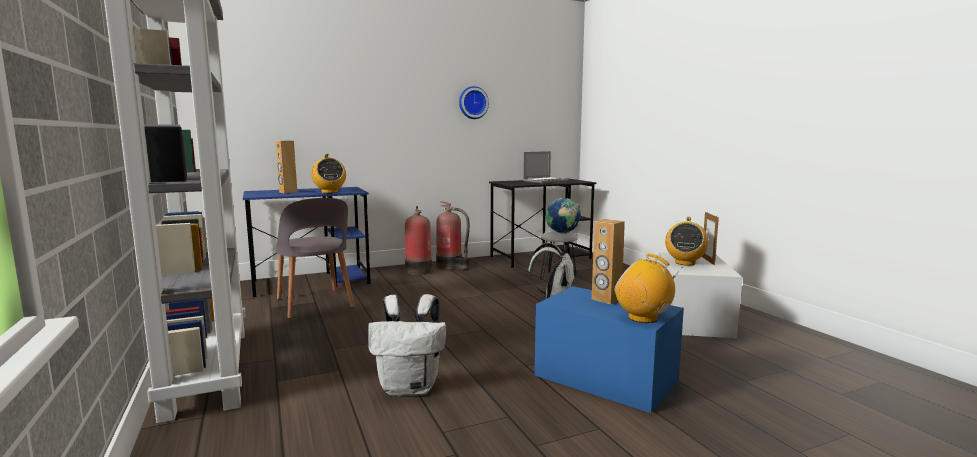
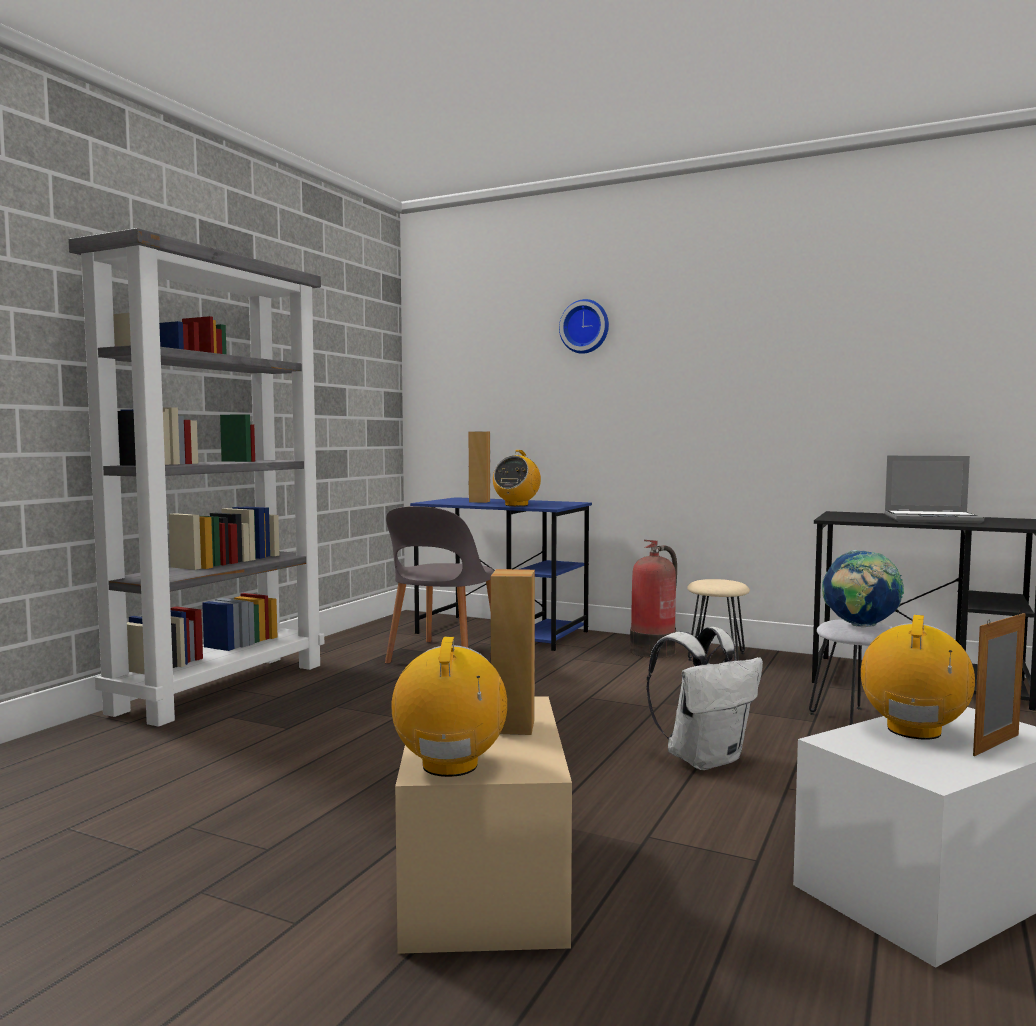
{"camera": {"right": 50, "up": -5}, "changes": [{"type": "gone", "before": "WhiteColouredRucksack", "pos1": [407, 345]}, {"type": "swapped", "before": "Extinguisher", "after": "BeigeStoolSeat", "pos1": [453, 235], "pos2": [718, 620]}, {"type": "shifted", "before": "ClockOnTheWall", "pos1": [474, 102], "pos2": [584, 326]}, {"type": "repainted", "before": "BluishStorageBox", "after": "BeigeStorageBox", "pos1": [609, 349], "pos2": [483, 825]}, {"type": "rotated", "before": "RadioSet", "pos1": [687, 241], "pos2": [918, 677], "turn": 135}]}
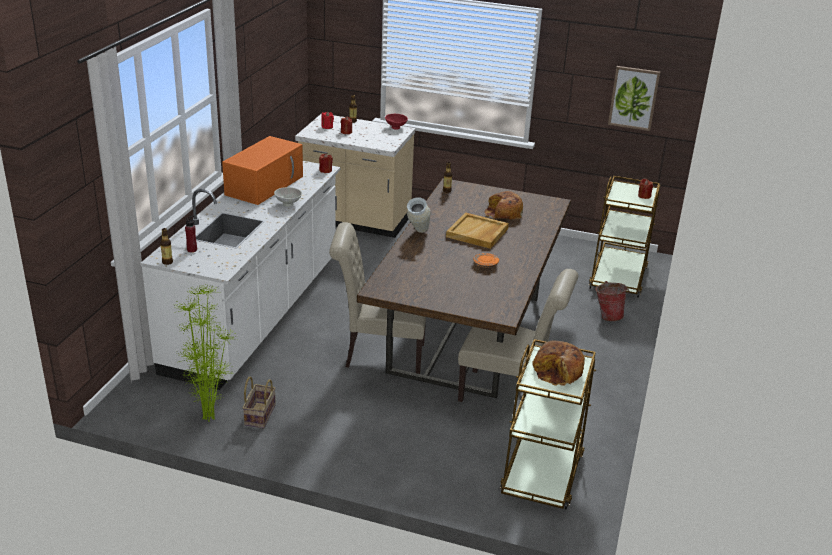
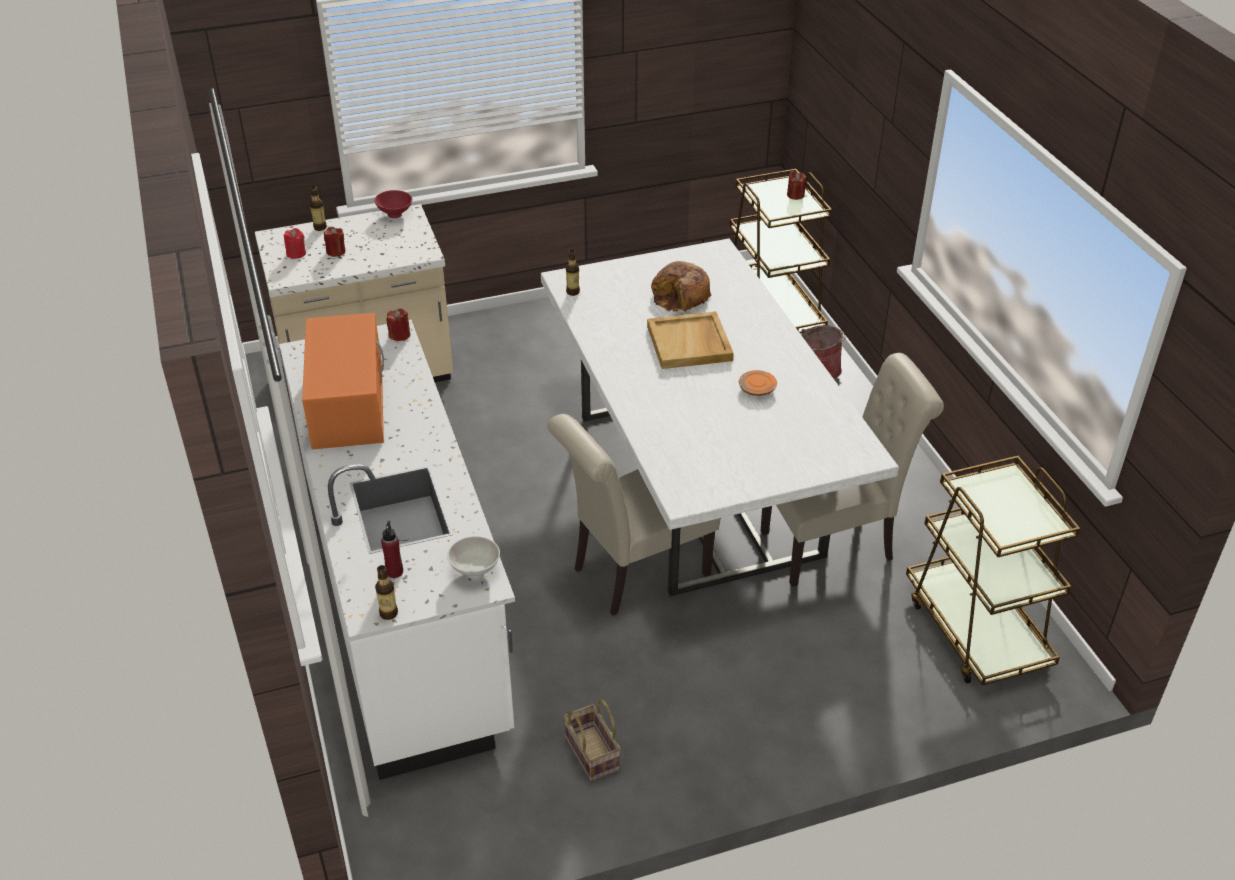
{"camera": {"right": -35, "up": 10}, "changes": [{"type": "gone", "before": "Houseplant", "pos1": [204, 353]}, {"type": "shifted", "before": "WhiteColouredServingBowl", "pos1": [288, 197], "pos2": [473, 557]}, {"type": "repainted", "before": "BrownishDinnerTable", "after": "WhiteColouredDinnerTable", "pos1": [464, 288], "pos2": [720, 417]}, {"type": "gone", "before": "DecorativeVase", "pos1": [419, 215]}, {"type": "gone", "before": "BakedBread", "pos1": [558, 363]}, {"type": "gone", "before": "Picture", "pos1": [634, 98]}]}
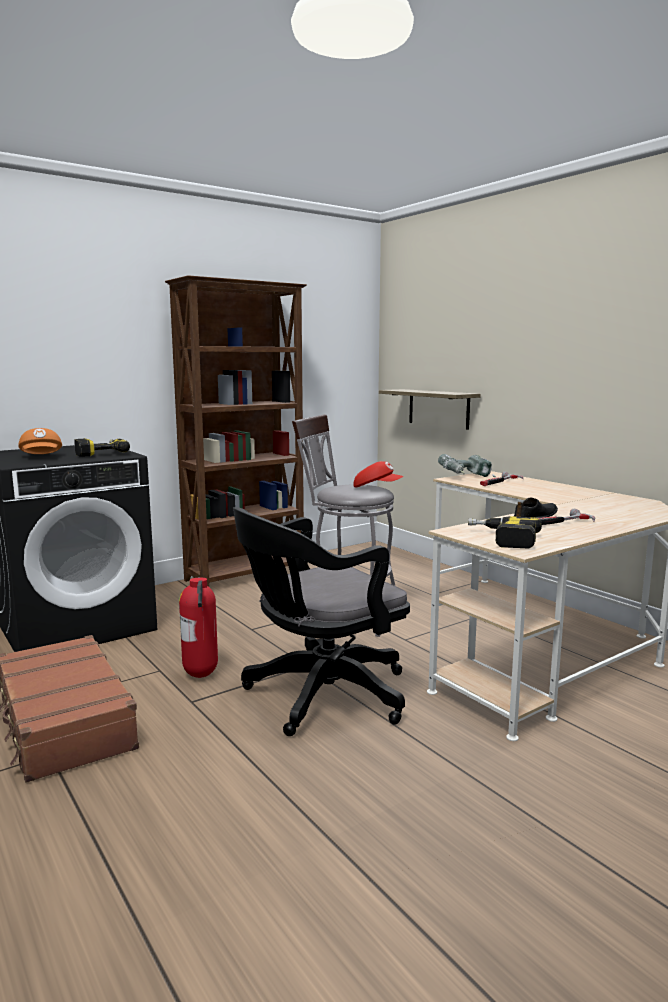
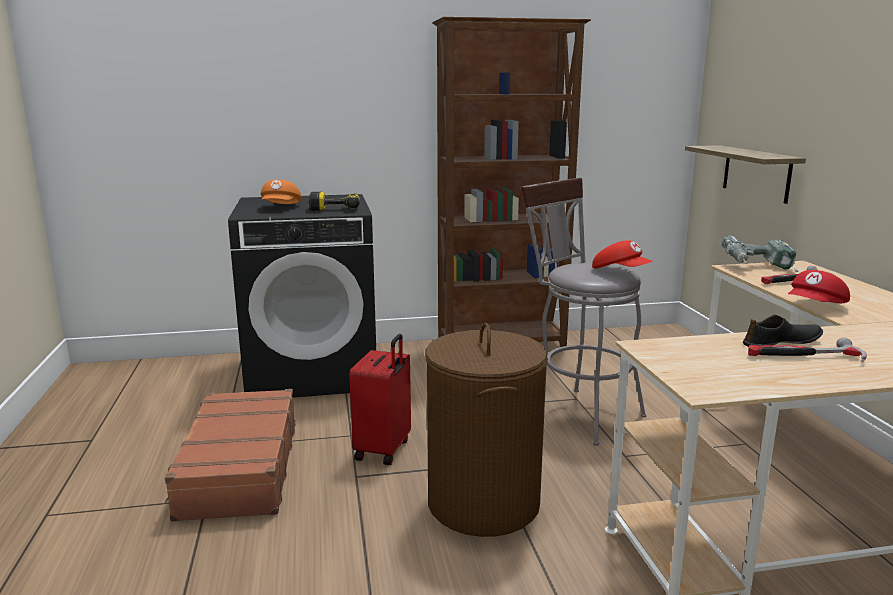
{"camera": {"right": 25, "up": 5}, "changes": [{"type": "swapped", "before": "Extinguisher", "after": "RedSuitcase", "pos1": [198, 627], "pos2": [380, 399]}, {"type": "swapped", "before": "BlackColouredComputerChair", "after": "BrownishHamper", "pos1": [321, 621], "pos2": [486, 430]}, {"type": "gone", "before": "ElectricDrill", "pos1": [505, 532]}, {"type": "new", "after": "RedCap", "pos2": [819, 286]}]}
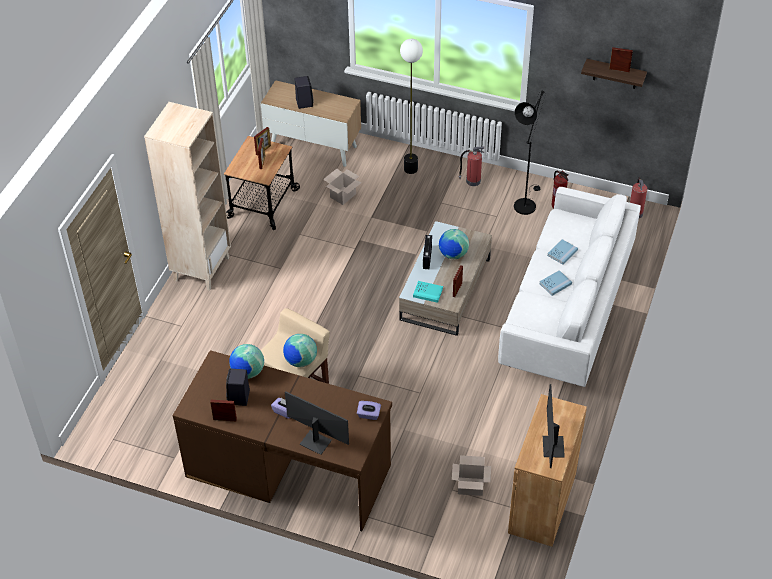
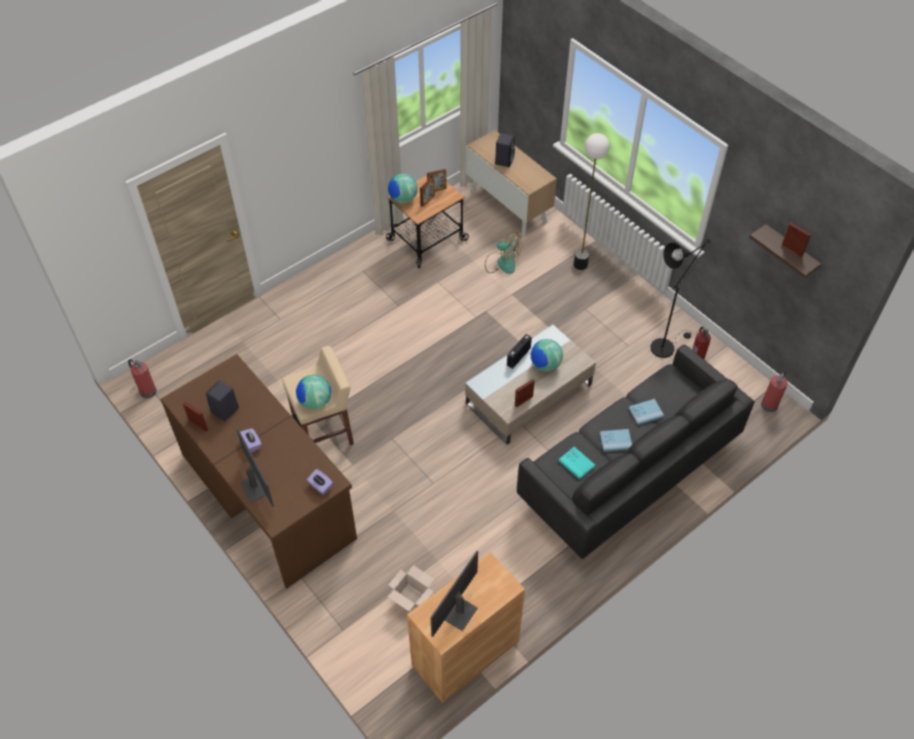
{"camera": {"right": 30, "up": 5}, "changes": [{"type": "gone", "before": "BeigeBookcase", "pos1": [187, 196]}, {"type": "shifted", "before": "DeskGlobe", "pos1": [246, 361], "pos2": [402, 189]}, {"type": "swapped", "before": "Carton", "after": "Fan", "pos1": [342, 187], "pos2": [503, 253]}, {"type": "shifted", "before": "TurquoiseBoundBook", "pos1": [428, 292], "pos2": [577, 463]}, {"type": "shifted", "before": "Extinguisher", "pos1": [471, 166], "pos2": [142, 378]}, {"type": "repainted", "before": "WhiteColouredCouch", "after": "BlackColouredCouch", "pos1": [569, 287], "pos2": [636, 452]}]}
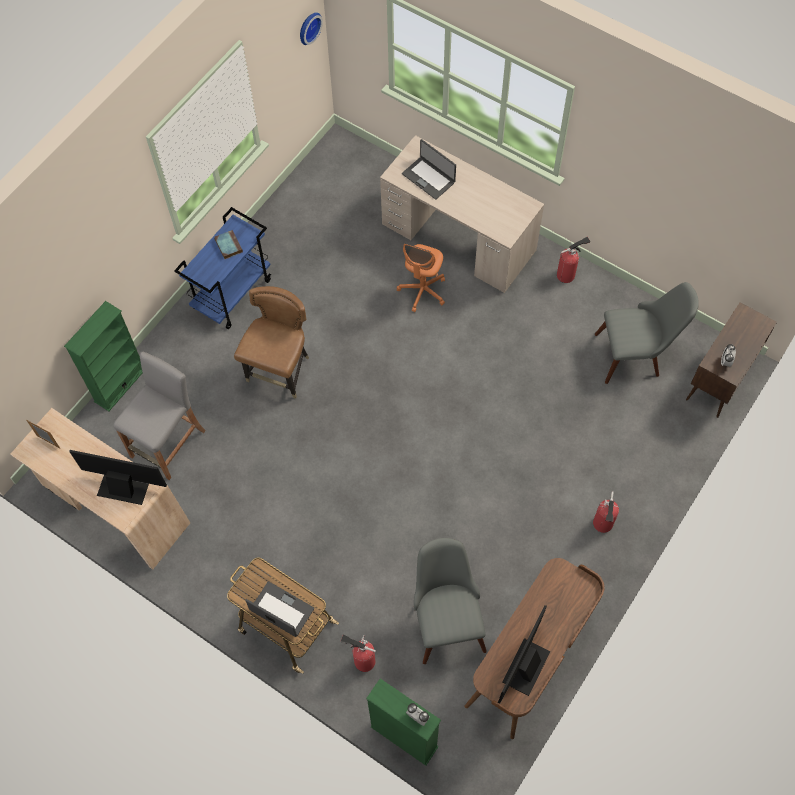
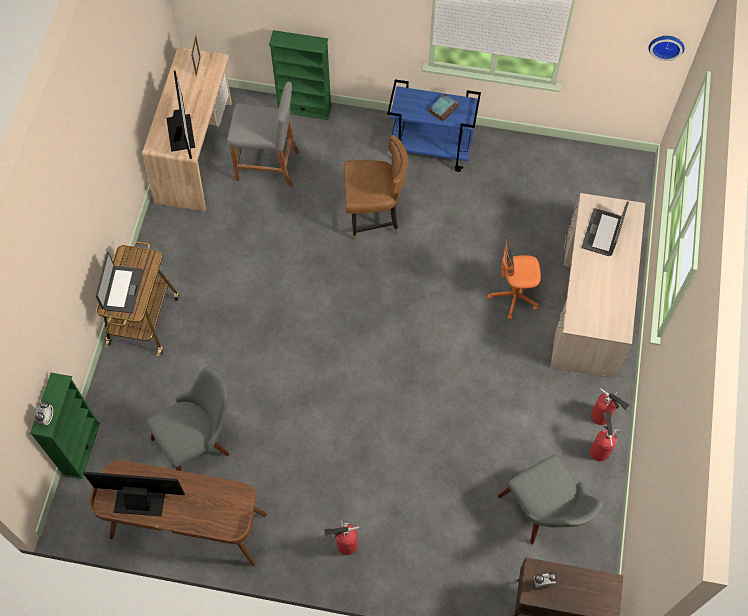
{"camera": {"right": 65, "up": 0}, "changes": [{"type": "shifted", "before": "Extinguisher", "pos1": [358, 653], "pos2": [605, 436]}]}
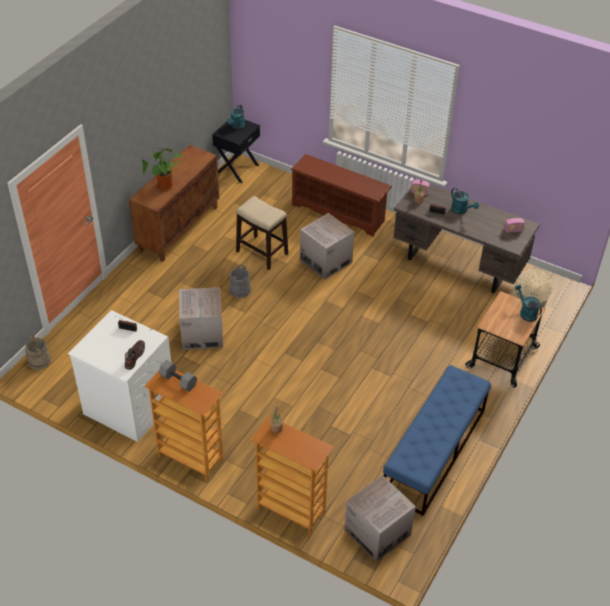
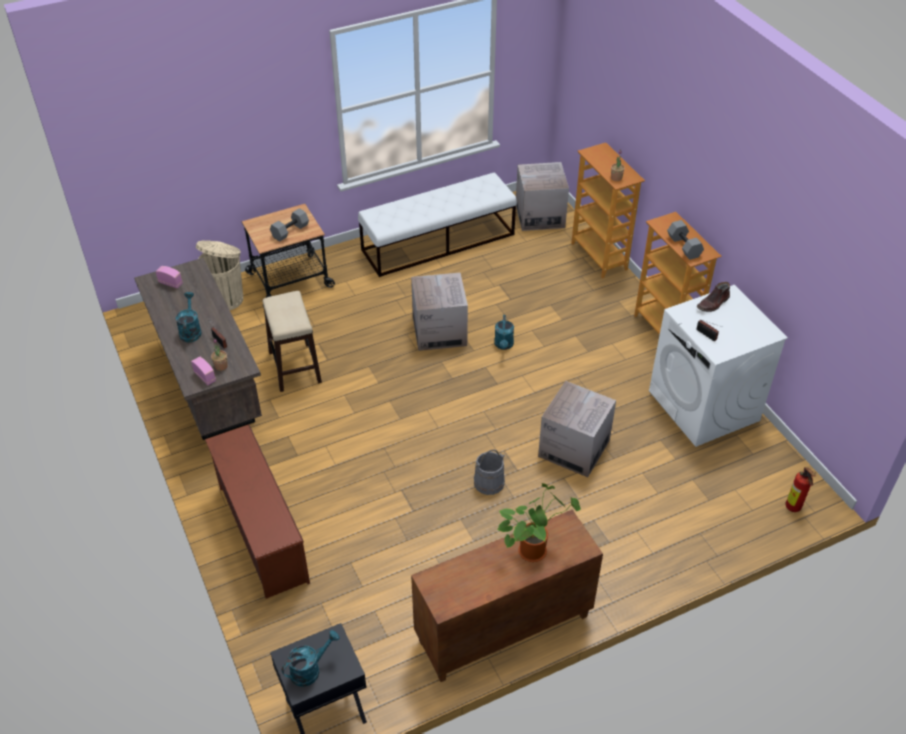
{"camera": {"right": -145, "up": 0}, "changes": [{"type": "swapped", "before": "BeigeWaterBucket", "after": "Extinguisher", "pos1": [38, 352], "pos2": [800, 489]}, {"type": "shifted", "before": "StoolSeat", "pos1": [262, 233], "pos2": [292, 341]}, {"type": "shifted", "before": "Carton", "pos1": [327, 246], "pos2": [439, 311]}, {"type": "repainted", "before": "BluishBench", "after": "WhiteColouredBench", "pos1": [437, 440], "pos2": [437, 224]}, {"type": "shifted", "before": "TurquoiseWateringCan", "pos1": [528, 303], "pos2": [504, 332]}, {"type": "new", "after": "GreyishDumbbell", "pos2": [289, 225]}]}
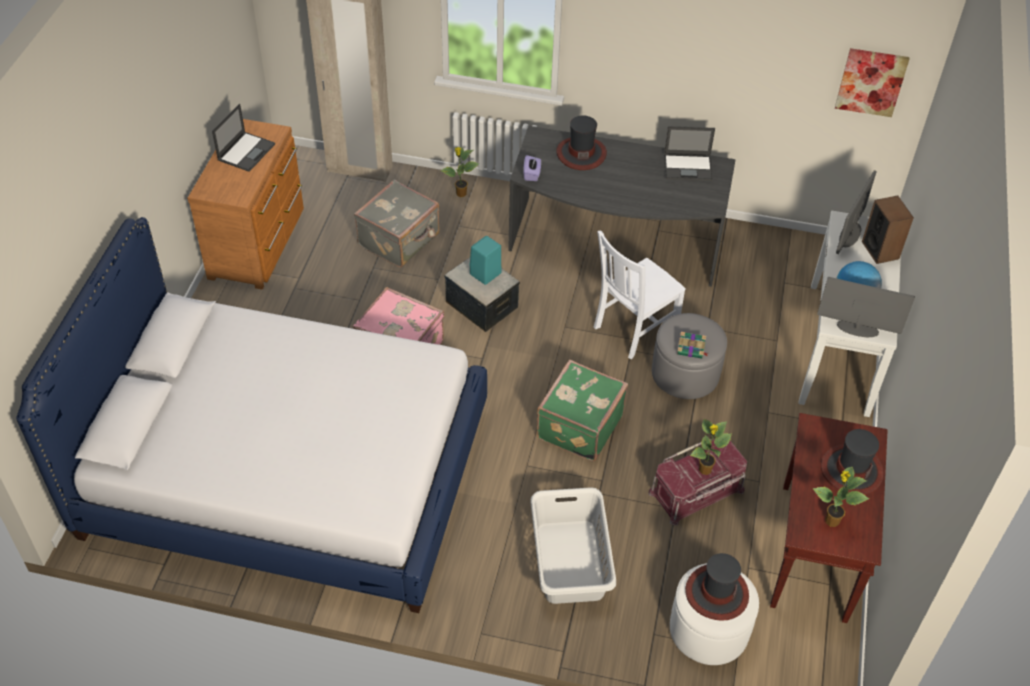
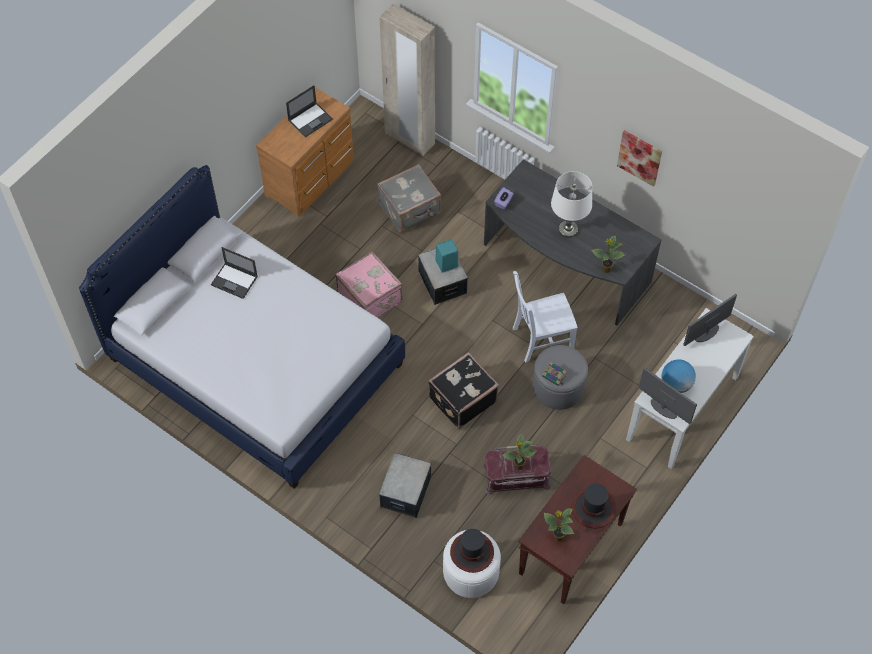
{"camera": {"right": 25, "up": 10}, "changes": [{"type": "shifted", "before": "Houseplant", "pos1": [459, 172], "pos2": [608, 254]}, {"type": "swapped", "before": "GreyishHamper", "after": "StorageBox", "pos1": [573, 545], "pos2": [405, 485]}, {"type": "repainted", "before": "GreenColouredSuitcase", "after": "BlackColouredSuitcase", "pos1": [582, 410], "pos2": [463, 390]}, {"type": "gone", "before": "WearableHat", "pos1": [581, 142]}, {"type": "shifted", "before": "NotebookComputer", "pos1": [689, 153], "pos2": [234, 273]}, {"type": "shifted", "before": "Picture", "pos1": [872, 82], "pos2": [639, 158]}, {"type": "gone", "before": "AudioSpeaker", "pos1": [888, 229]}, {"type": "new", "after": "WhiteColouredLampForATable", "pos2": [571, 204]}]}
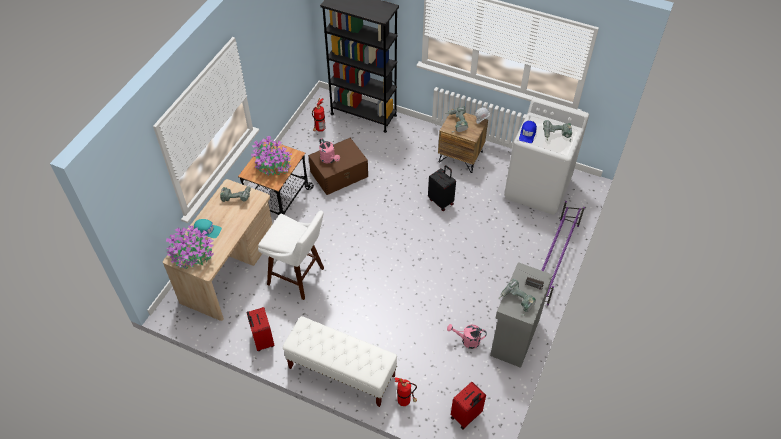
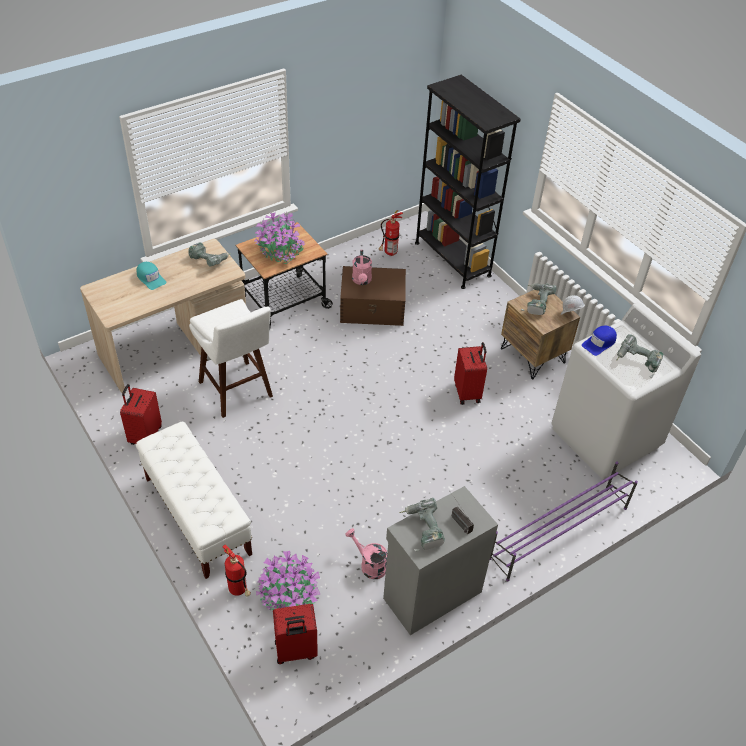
{"camera": {"right": 30, "up": -5}, "changes": [{"type": "shifted", "before": "Houseplant", "pos1": [190, 247], "pos2": [288, 580]}, {"type": "repainted", "before": "BlackColouredSuitcase", "after": "RedSuitcase", "pos1": [442, 188], "pos2": [470, 373]}]}
